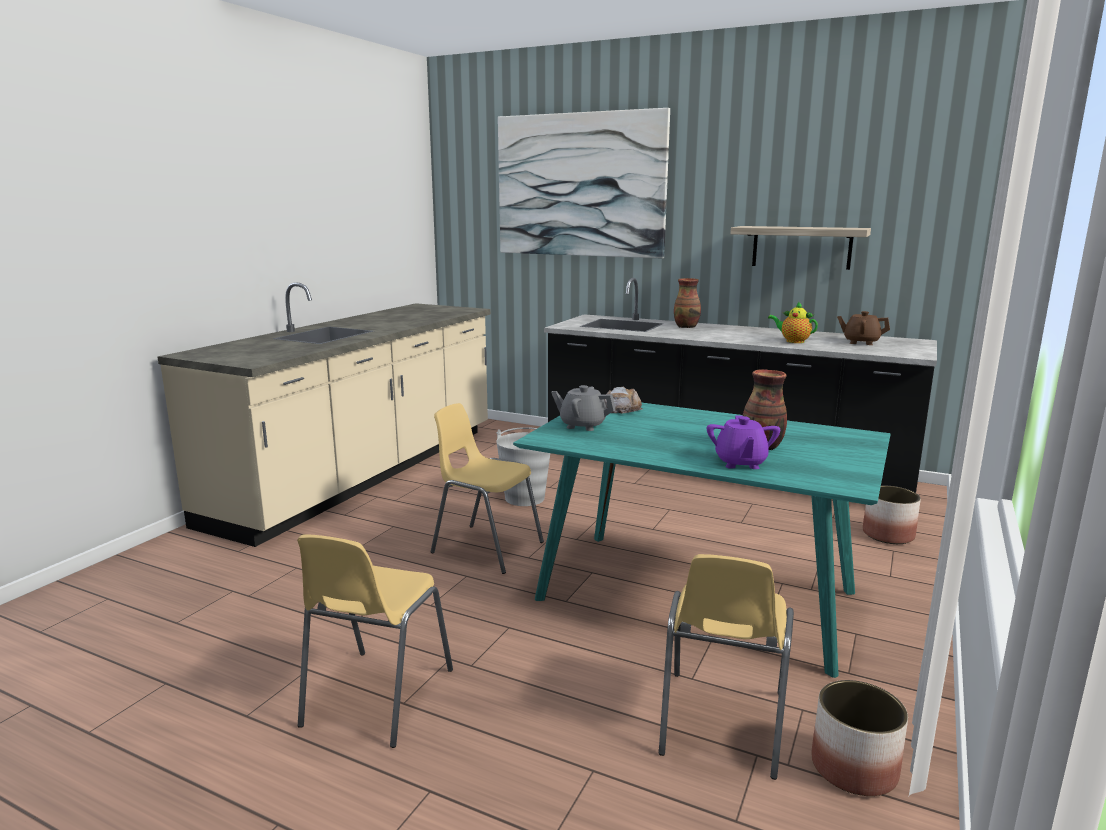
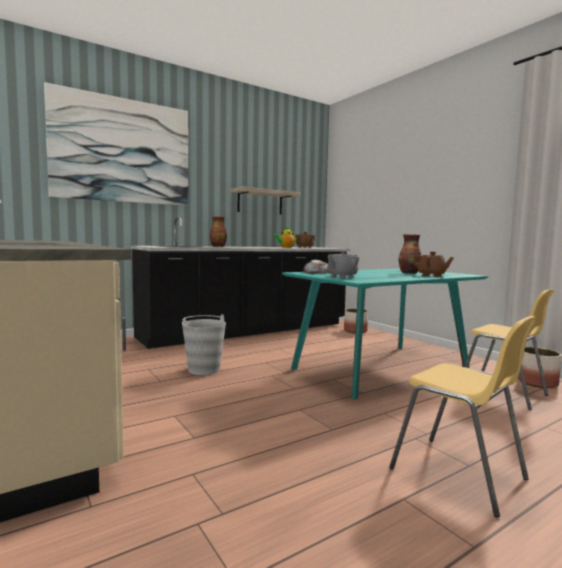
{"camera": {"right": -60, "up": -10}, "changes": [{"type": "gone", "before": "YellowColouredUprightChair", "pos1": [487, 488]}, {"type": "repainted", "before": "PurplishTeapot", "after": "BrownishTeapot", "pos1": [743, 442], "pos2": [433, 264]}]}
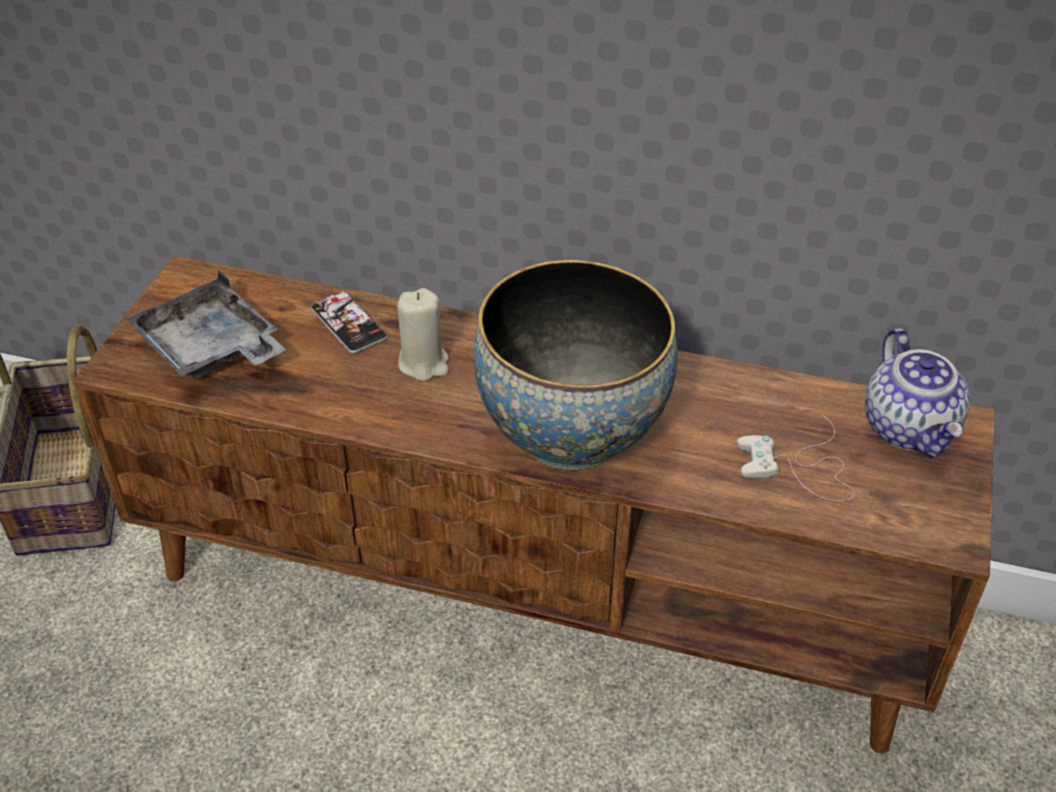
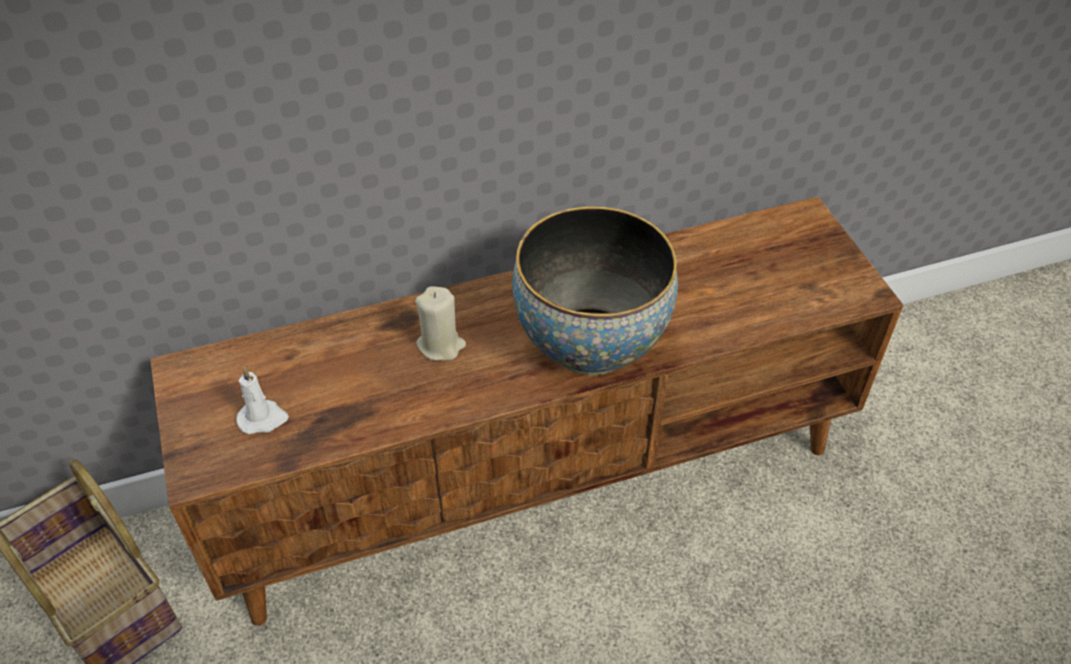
{"camera": {"right": -35, "up": 5}, "changes": [{"type": "swapped", "before": "GreyishServingTray", "after": "WhiteColouredWaxCandle", "pos1": [206, 324], "pos2": [262, 400]}, {"type": "gone", "before": "Handset", "pos1": [349, 322]}, {"type": "gone", "before": "WhiteColouredGamepad", "pos1": [795, 458]}, {"type": "gone", "before": "Teapot", "pos1": [917, 393]}]}
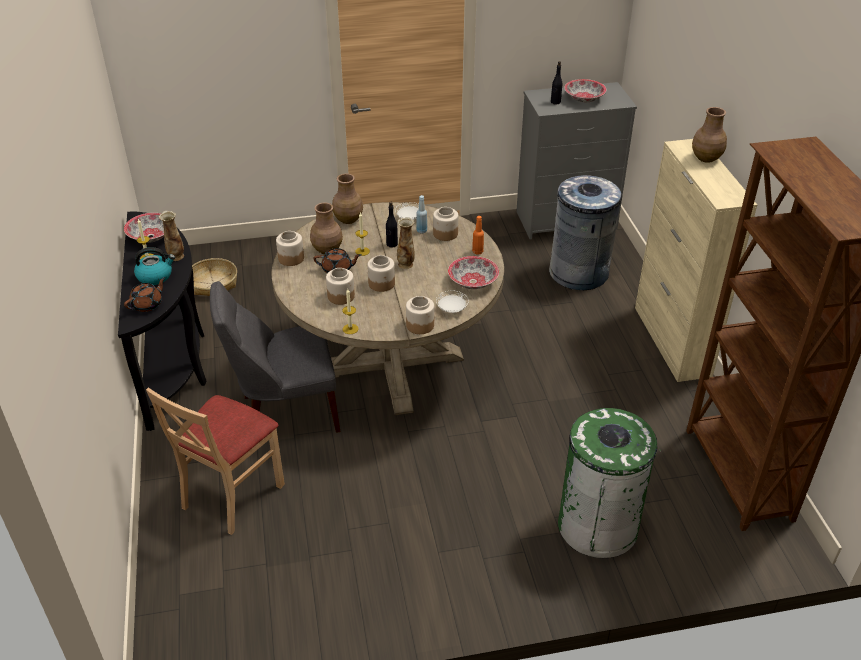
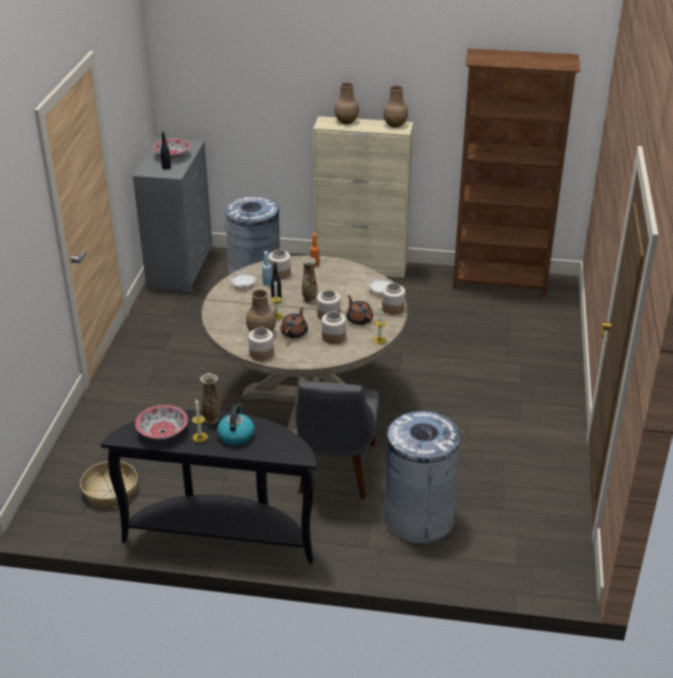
{"camera": {"right": -70, "up": -5}, "changes": [{"type": "shifted", "before": "BrownishTeapot", "pos1": [144, 294], "pos2": [359, 310]}, {"type": "swapped", "before": "BeigeUprightChair", "after": "GreyishTrashCan", "pos1": [215, 461], "pos2": [424, 477]}, {"type": "shifted", "before": "BrownishDecorativeVase", "pos1": [347, 199], "pos2": [395, 106]}, {"type": "gone", "before": "ServingBowl", "pos1": [473, 272]}, {"type": "gone", "before": "GreenColouredTrashCan", "pos1": [609, 483]}]}
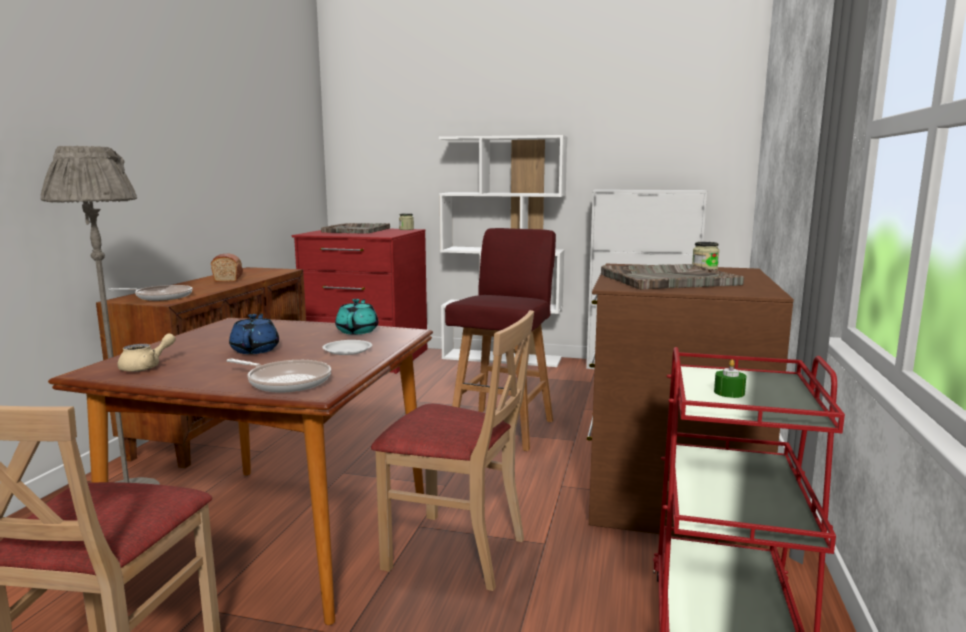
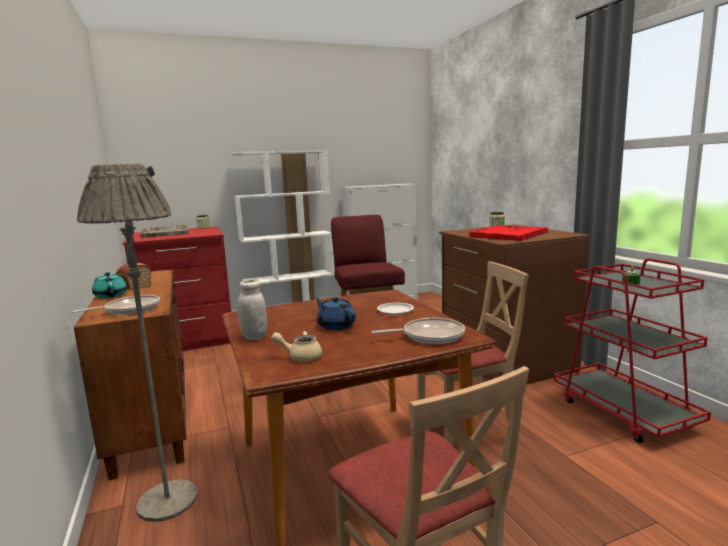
{"camera": {"right": -35, "up": 0}, "changes": [{"type": "rotated", "before": "BeigeTeapot", "pos1": [146, 352], "pos2": [296, 346], "turn": -90}, {"type": "shifted", "before": "TurquoiseTeapot", "pos1": [356, 316], "pos2": [109, 285]}, {"type": "repainted", "before": "GreyishServingTray", "after": "RedServingTray", "pos1": [672, 277], "pos2": [508, 233]}, {"type": "new", "after": "WhiteColouredStorageJar", "pos2": [252, 310]}]}
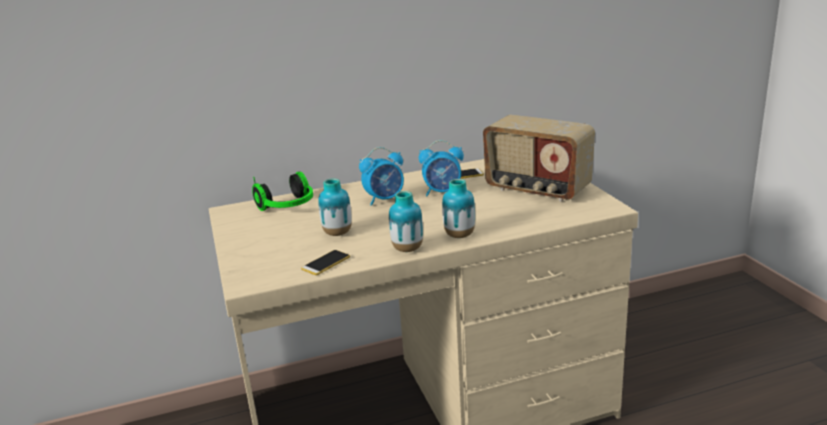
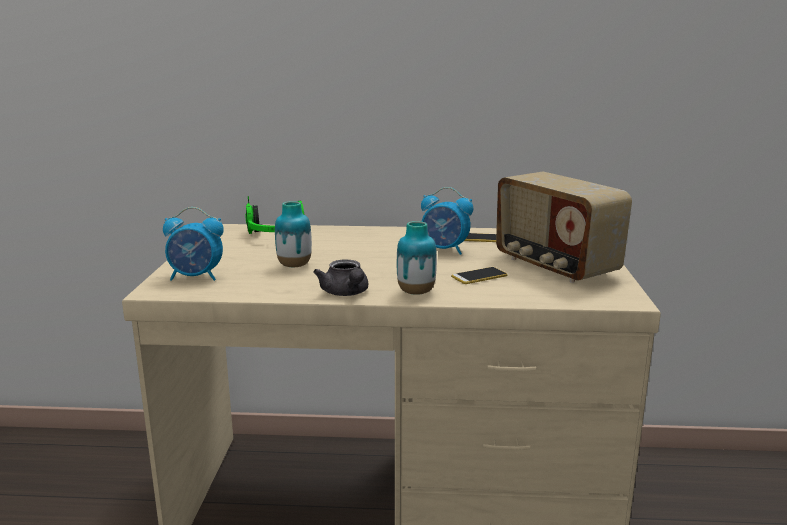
{"camera": {"right": 20, "up": -5}, "changes": [{"type": "shifted", "before": "Handset", "pos1": [325, 262], "pos2": [479, 275]}, {"type": "shifted", "before": "BedsideClock", "pos1": [381, 176], "pos2": [193, 244]}, {"type": "swapped", "before": "DecorativeVase", "after": "GreyishTeapot", "pos1": [406, 221], "pos2": [340, 278]}]}
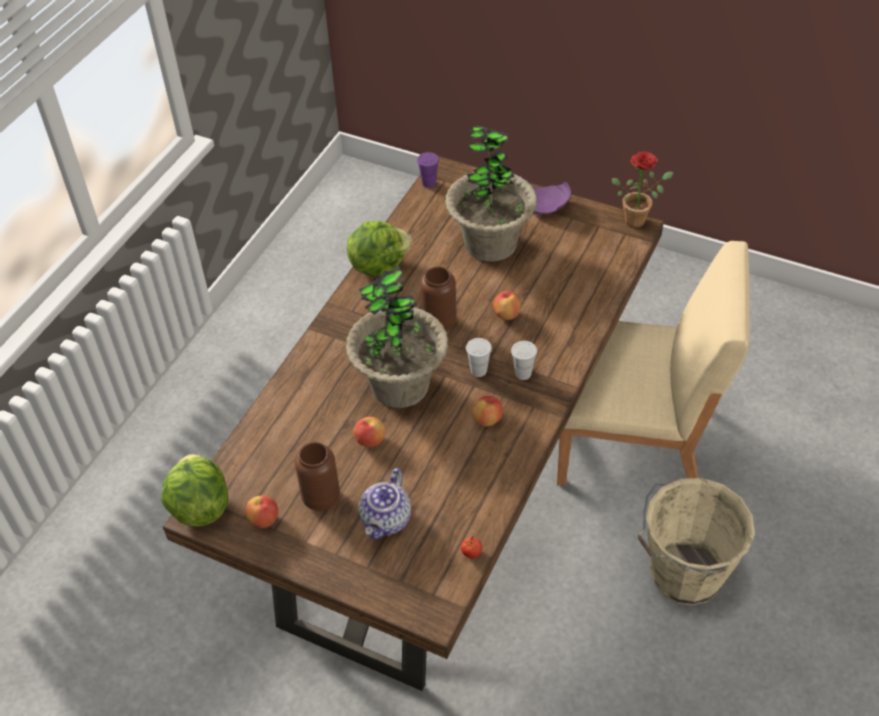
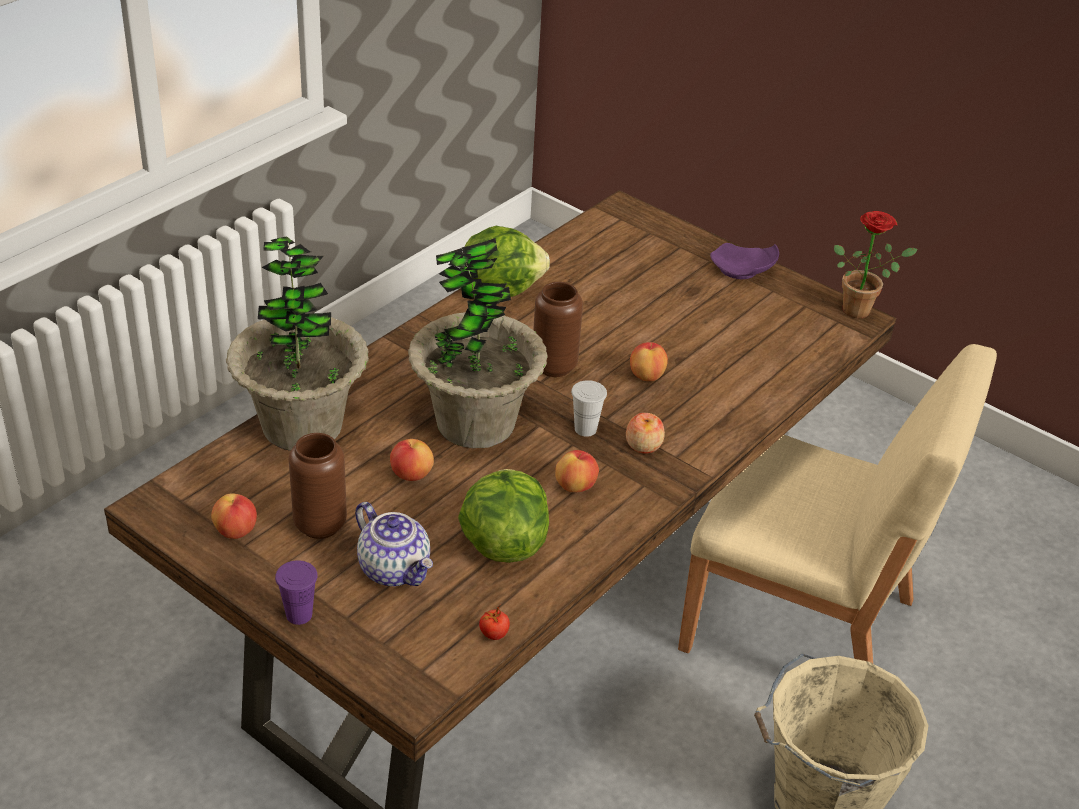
{"camera": {"right": 10, "up": -10}, "changes": [{"type": "shifted", "before": "HeadOfLettuce", "pos1": [194, 490], "pos2": [503, 516]}, {"type": "rotated", "before": "Teapot", "pos1": [385, 503], "pos2": [394, 544], "turn": -75}, {"type": "shifted", "before": "PurplishCup", "pos1": [428, 170], "pos2": [296, 592]}, {"type": "shifted", "before": "Houseplant", "pos1": [491, 194], "pos2": [297, 343]}, {"type": "swapped", "before": "WhiteColouredCup", "after": "AppleFruit", "pos1": [524, 360], "pos2": [645, 433]}]}
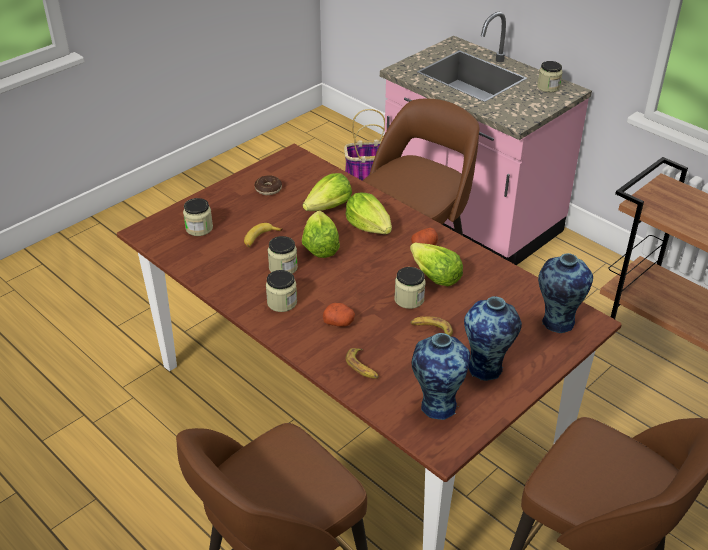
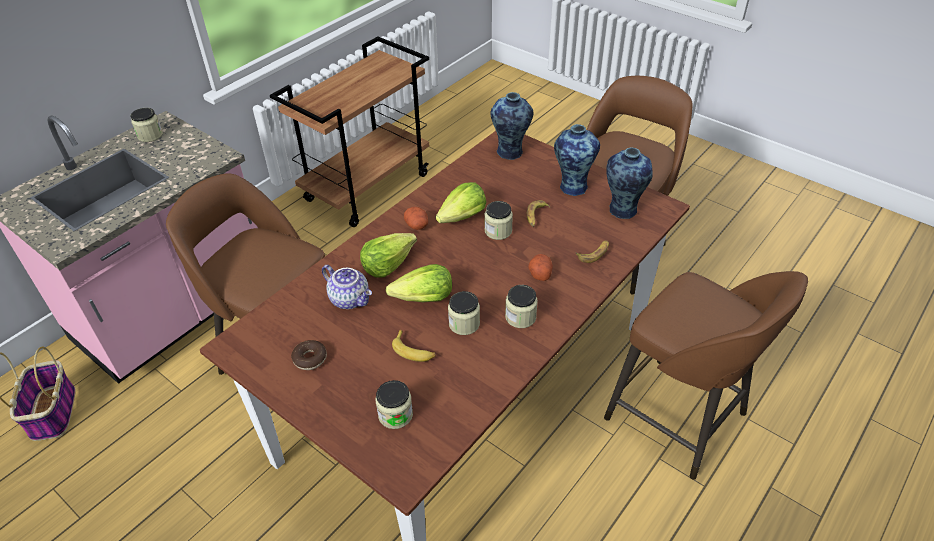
{"camera": {"right": -95, "up": 5}, "changes": [{"type": "swapped", "before": "HeadOfLettuce", "after": "Teapot", "pos1": [327, 192], "pos2": [347, 287]}]}
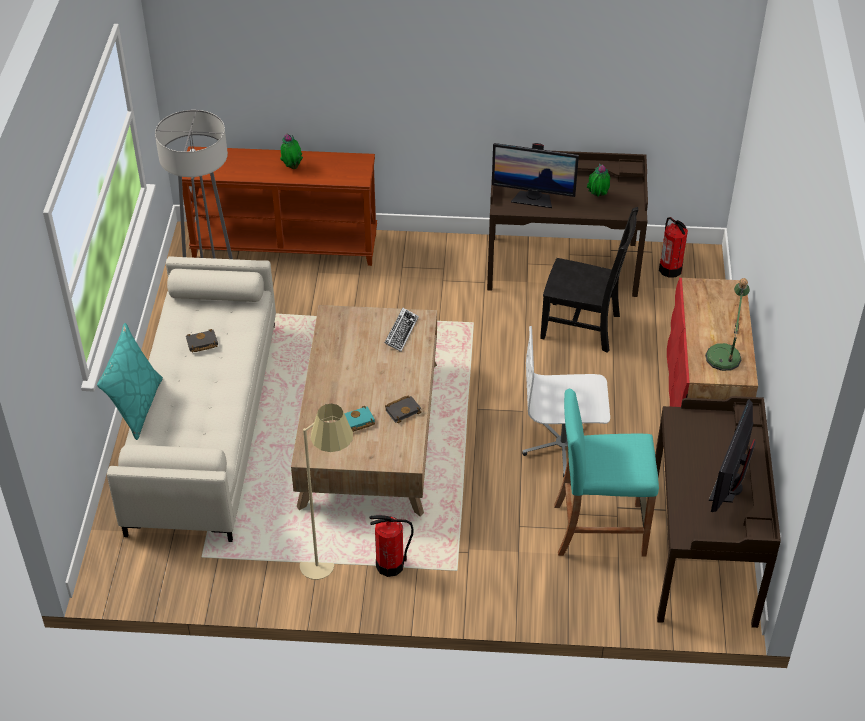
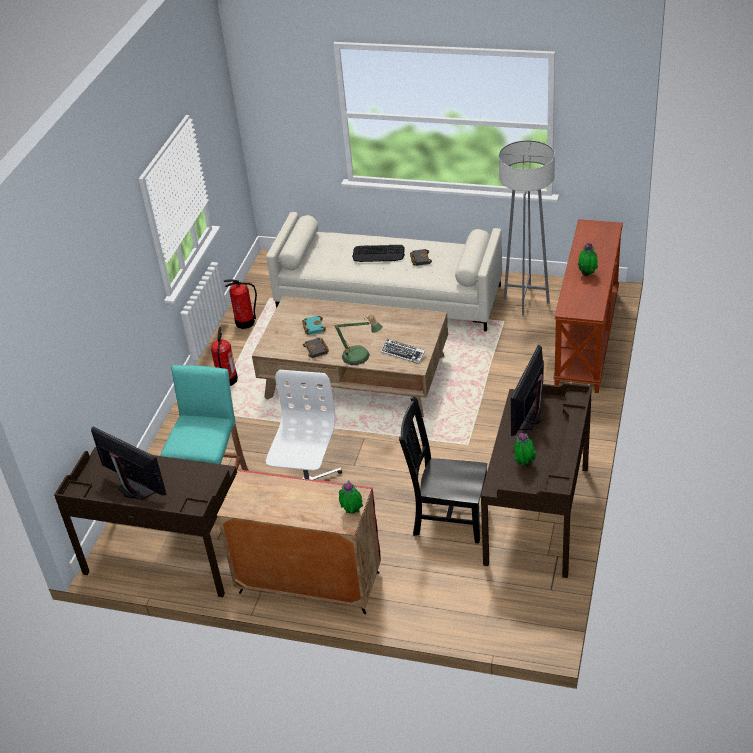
{"camera": {"right": 105, "up": -5}, "changes": [{"type": "gone", "before": "TurquoiseCushion", "pos1": [130, 381]}, {"type": "gone", "before": "BeigeFloorLamp", "pos1": [326, 492]}, {"type": "rotated", "before": "BlackColouredUprightChair", "pos1": [589, 280], "pos2": [443, 470], "turn": 75}, {"type": "shifted", "before": "Extinguisher", "pos1": [673, 247], "pos2": [240, 304]}, {"type": "shifted", "before": "LampForATable", "pos1": [727, 324], "pos2": [358, 340]}, {"type": "new", "after": "Houseplant", "pos2": [351, 497]}, {"type": "new", "after": "Keyboard", "pos2": [378, 253]}]}
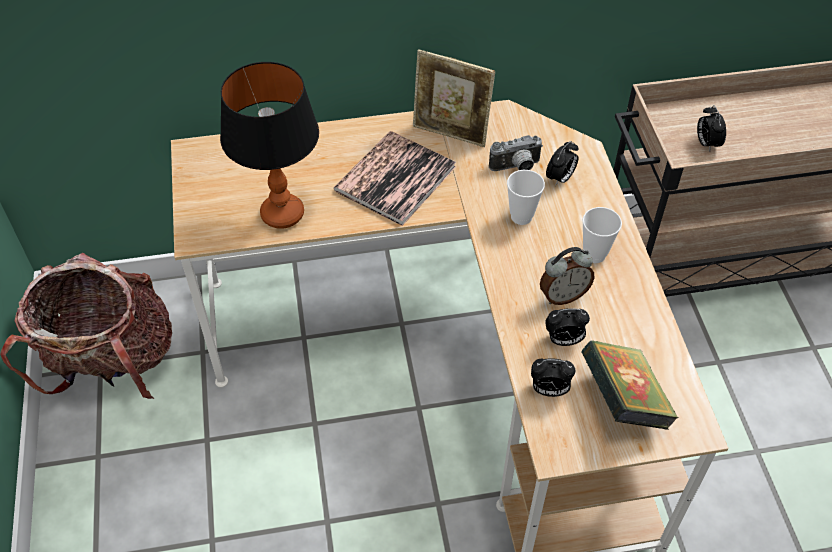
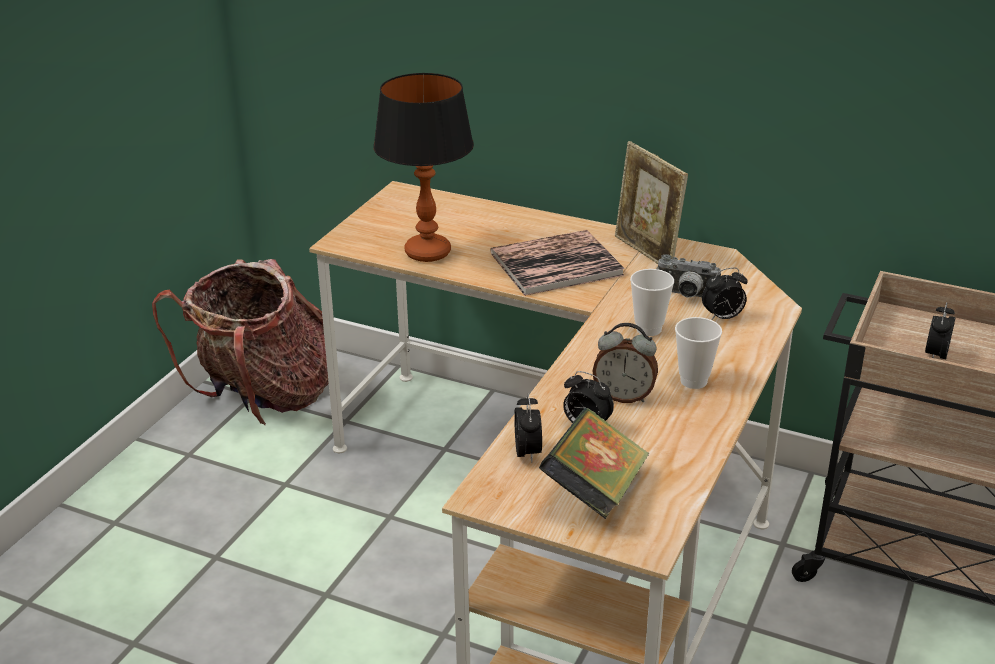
{"camera": {"right": 35, "up": -20}, "changes": [{"type": "rotated", "before": "BedsideClock", "pos1": [553, 377], "pos2": [528, 428], "turn": -135}]}
